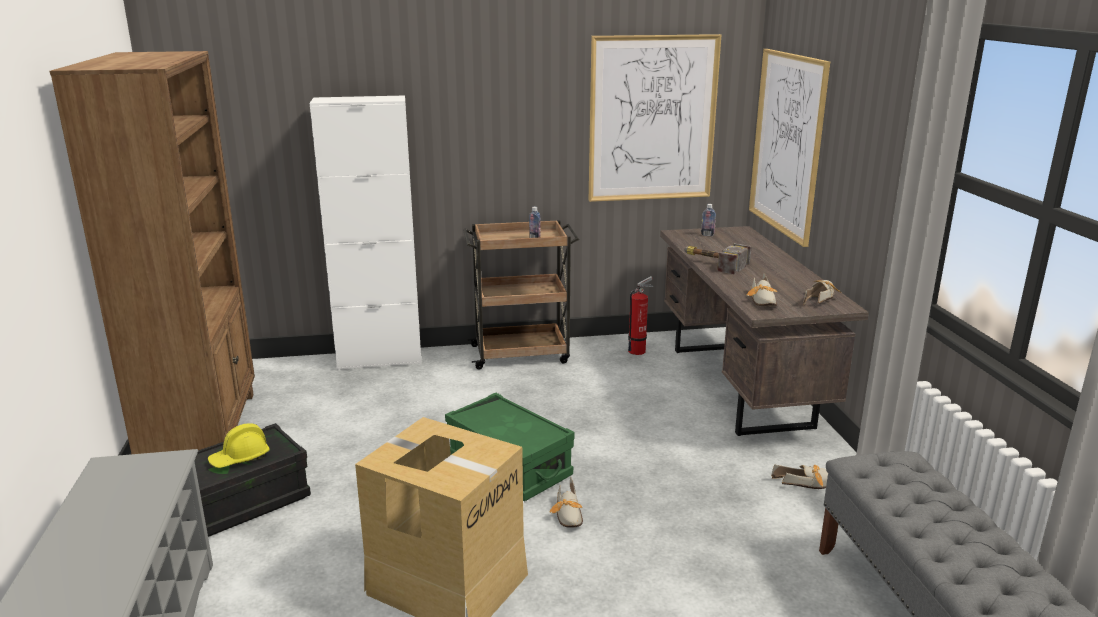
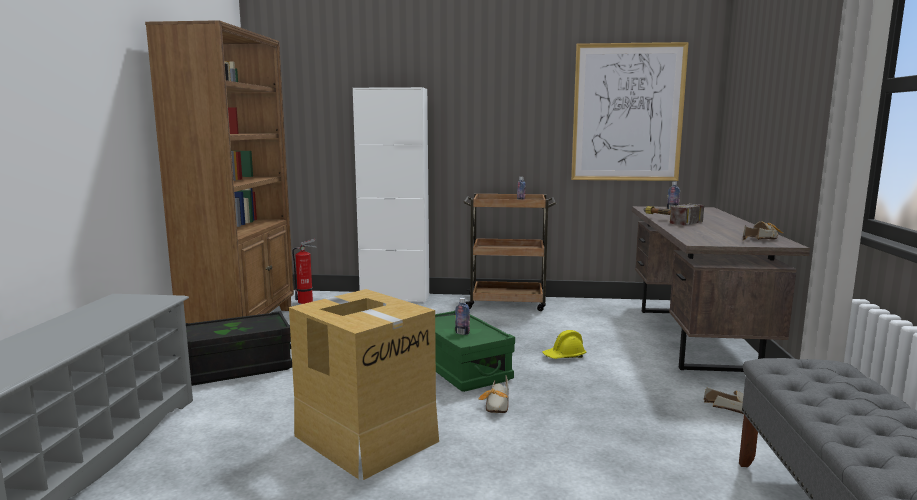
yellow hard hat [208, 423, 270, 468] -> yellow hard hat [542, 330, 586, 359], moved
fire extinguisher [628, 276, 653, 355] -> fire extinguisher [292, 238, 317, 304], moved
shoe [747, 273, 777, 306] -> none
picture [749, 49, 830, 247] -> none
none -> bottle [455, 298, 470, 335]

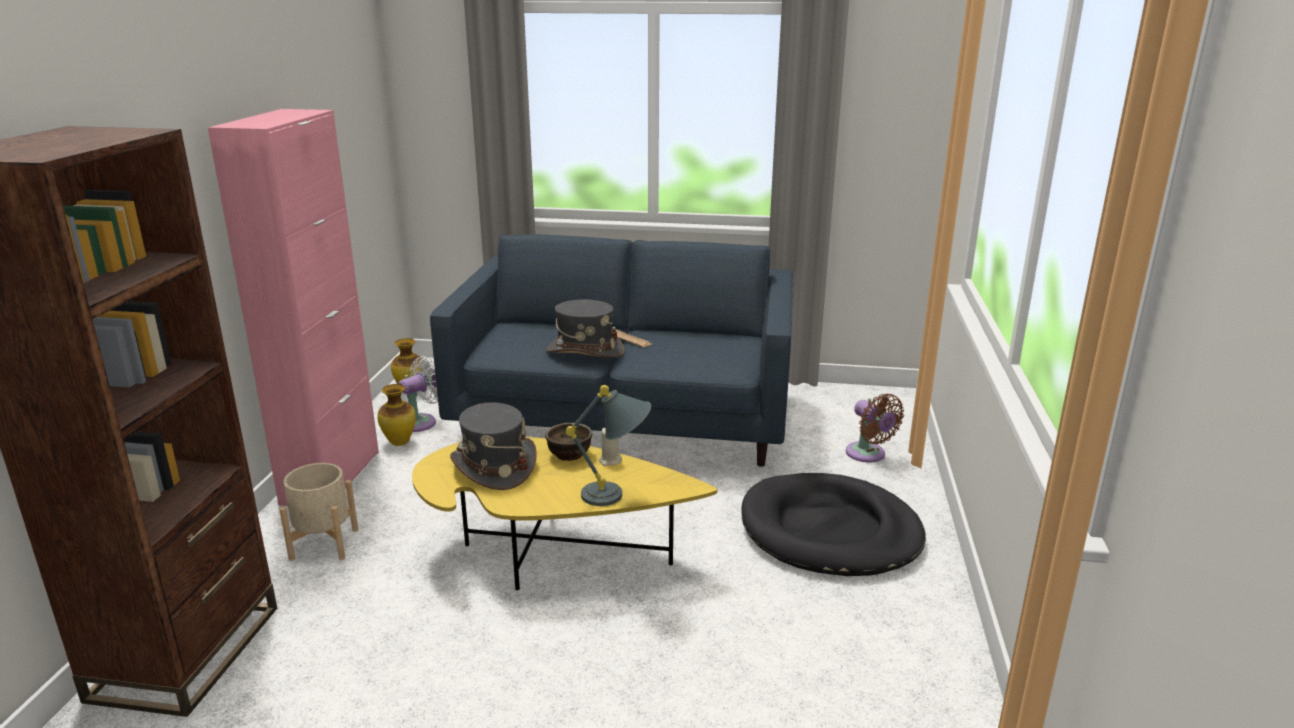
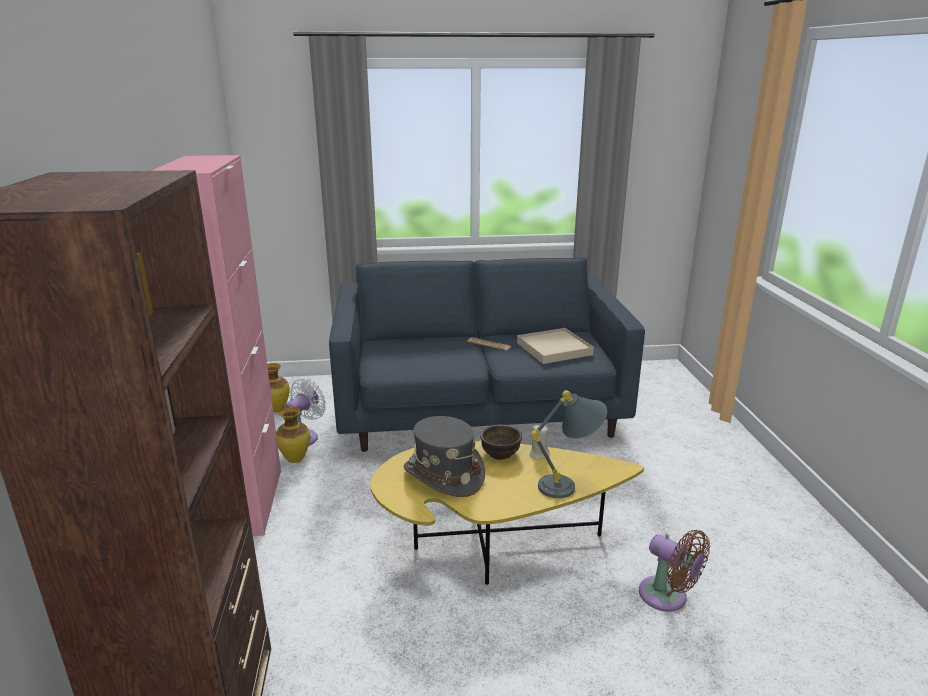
beige planter [279, 463, 359, 561] -> none
grey hat [546, 300, 625, 358] -> none
black dog bed [741, 473, 926, 576] -> none
brown fan [846, 393, 904, 463] -> brown fan [639, 530, 710, 612], moved
none -> beige tray [517, 328, 594, 364]

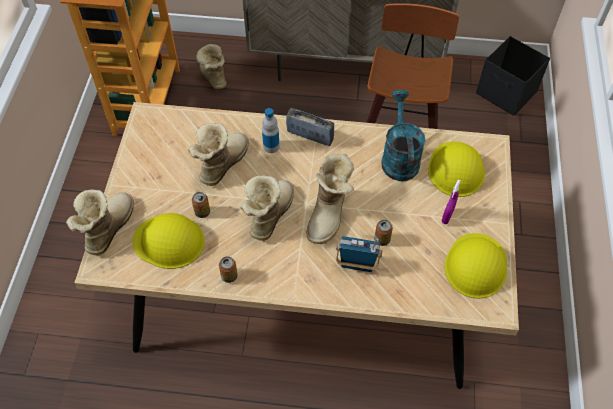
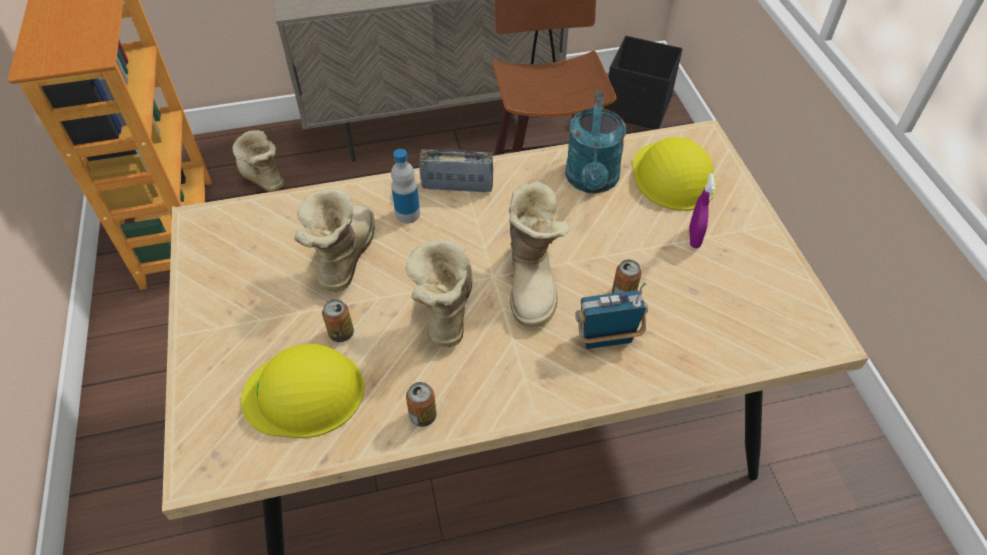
boot [66, 189, 134, 255] -> none
turquoise watering can [381, 90, 426, 181] -> turquoise watering can [565, 92, 626, 193], 150 degrees counterclockwise
yellow hard hat [444, 233, 507, 299] -> none

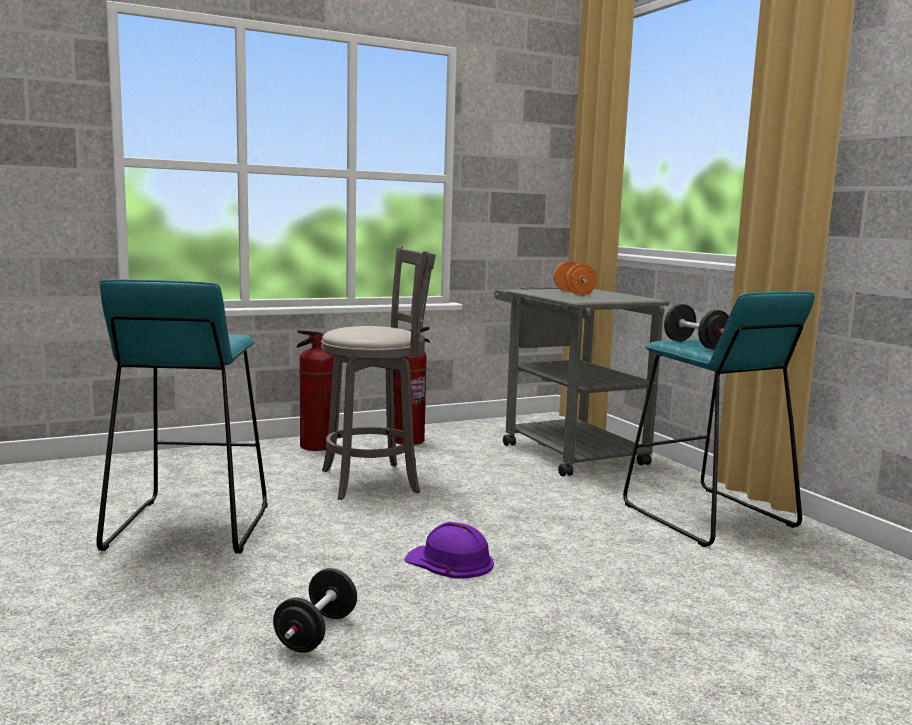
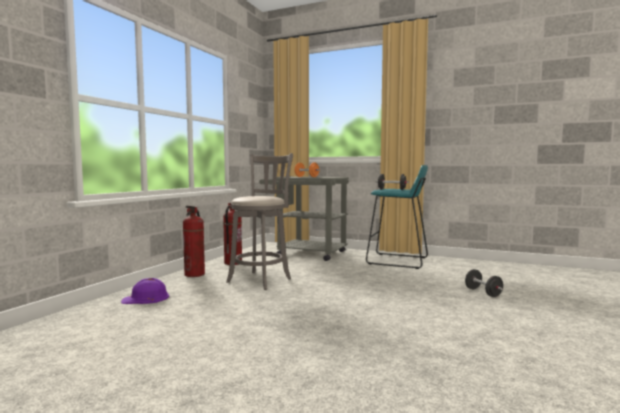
turquoise stool [96, 279, 267, 553] -> none
black dumbbell [273, 568, 357, 653] -> black dumbbell [465, 269, 503, 297], moved
purple hard hat [404, 522, 494, 578] -> purple hard hat [121, 278, 169, 304], moved

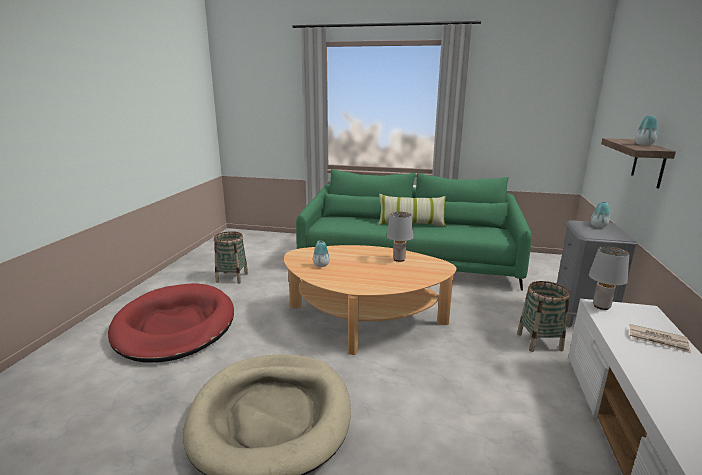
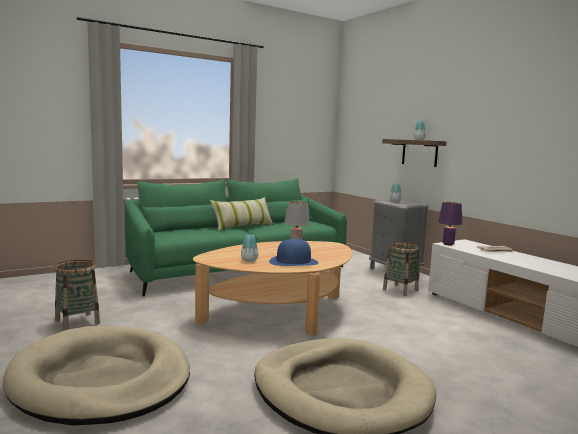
red dog bed [108, 283, 234, 363] -> beige dog bed [3, 326, 190, 426]
grey table lamp [589, 246, 630, 310] -> purple table lamp [438, 202, 462, 245]
none -> blue hat [269, 239, 318, 266]

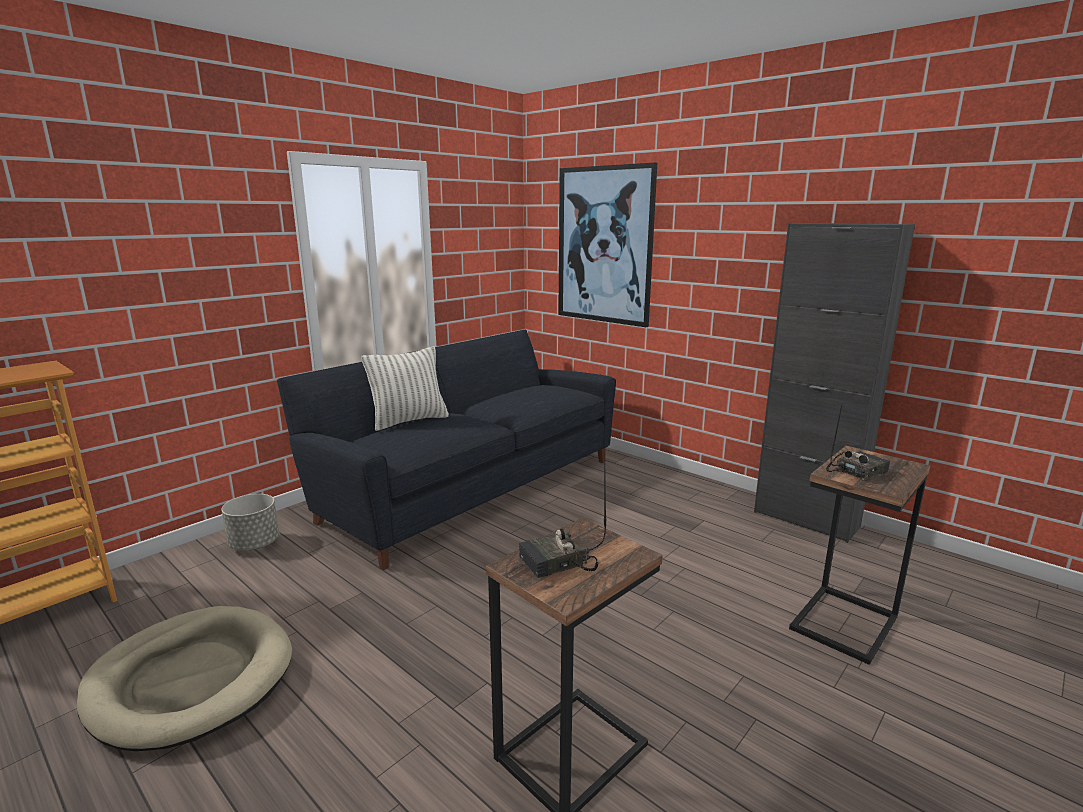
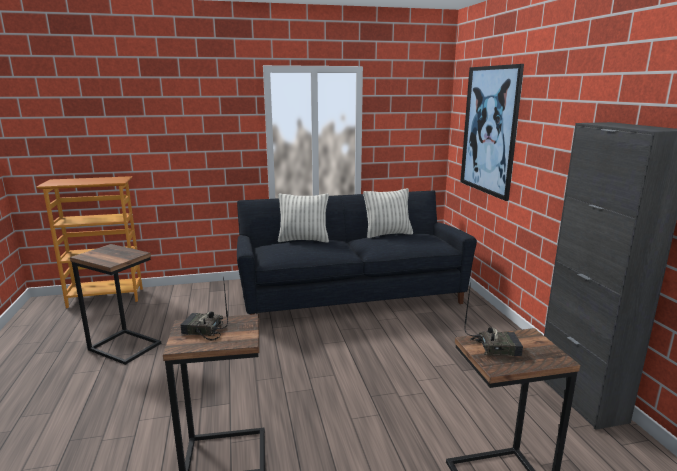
beige dog bed [77, 606, 292, 751] -> side table [70, 244, 161, 365]
grey planter [221, 494, 279, 551] -> none
none -> pillow [363, 188, 413, 238]

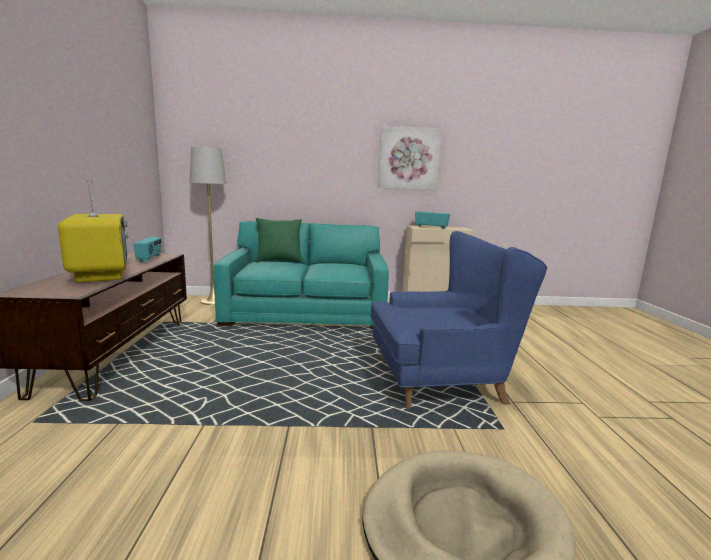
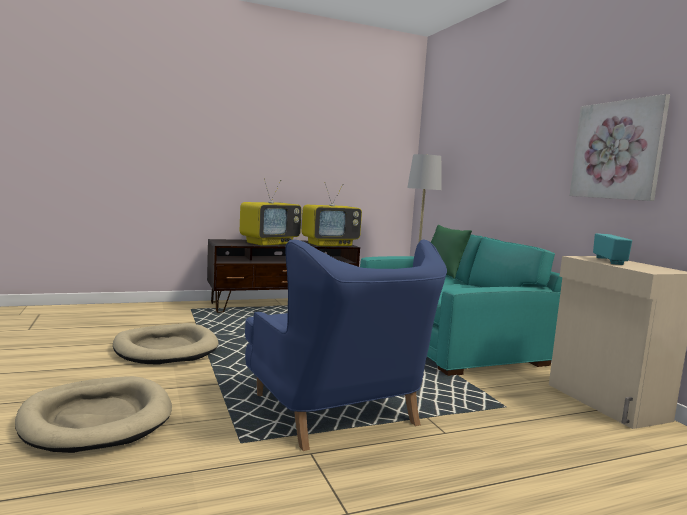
radio [134, 237, 162, 262] -> television [302, 182, 362, 246]
none -> beige dog bed [113, 323, 218, 365]

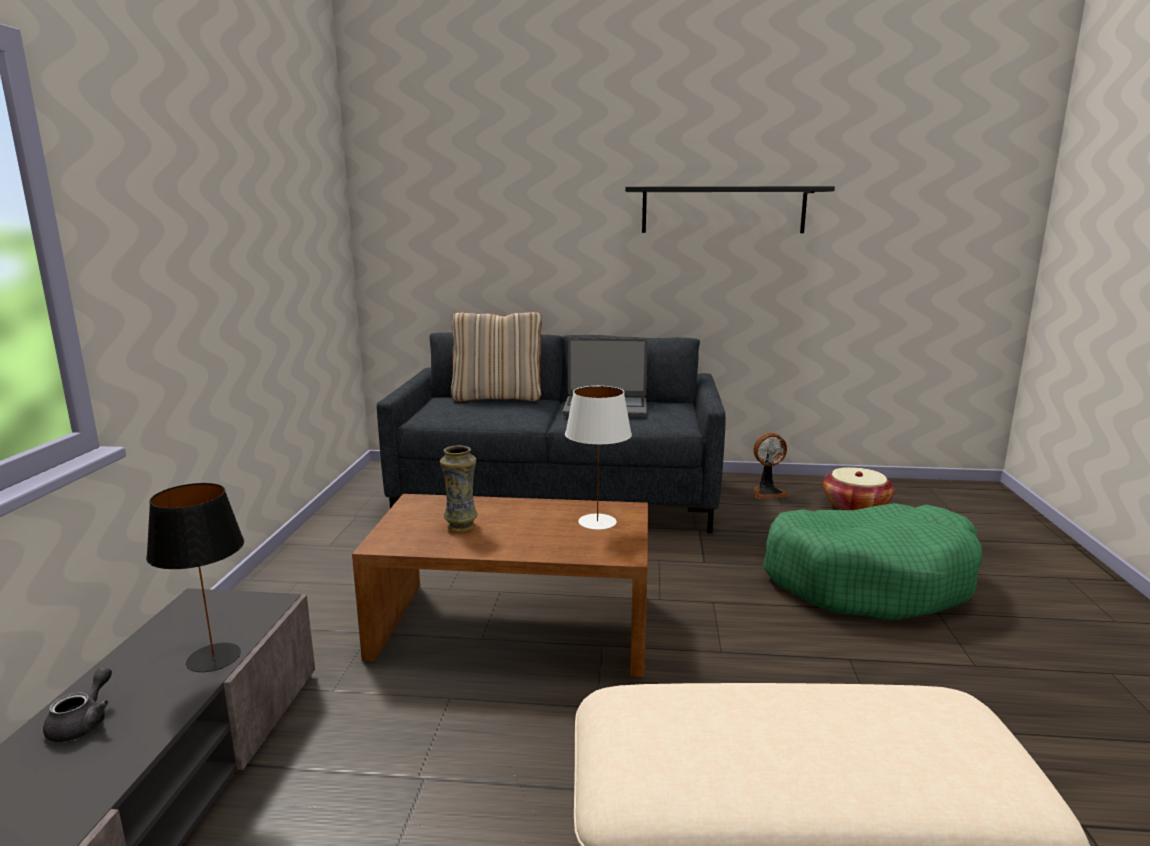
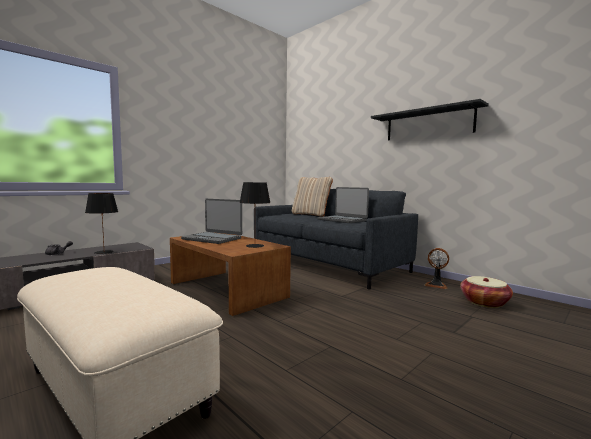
vase [440, 445, 478, 532] -> laptop [181, 199, 242, 244]
white table lamp [565, 386, 632, 530] -> black table lamp [239, 182, 270, 248]
green dog bed [762, 503, 982, 621] -> none

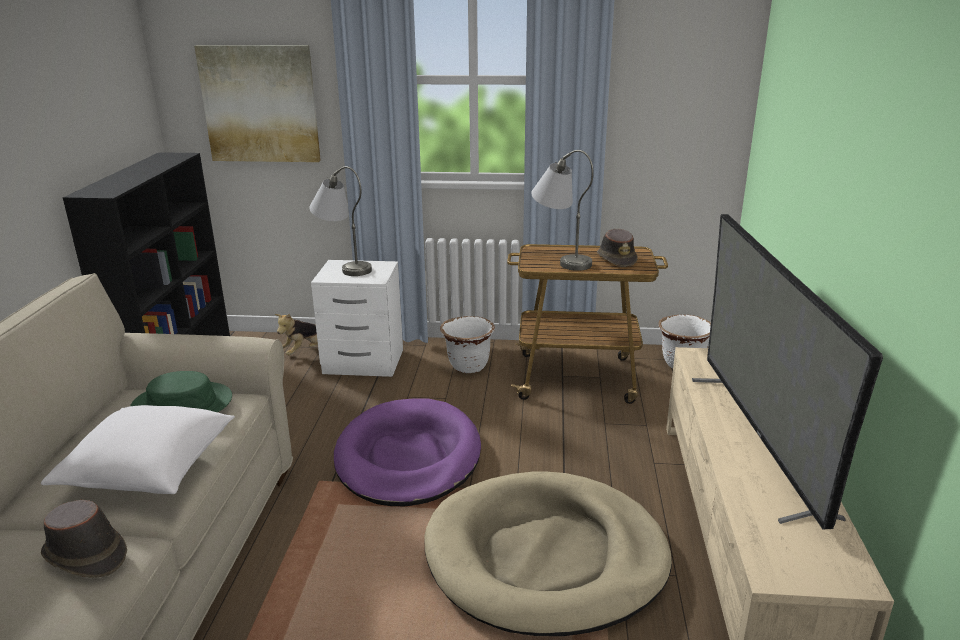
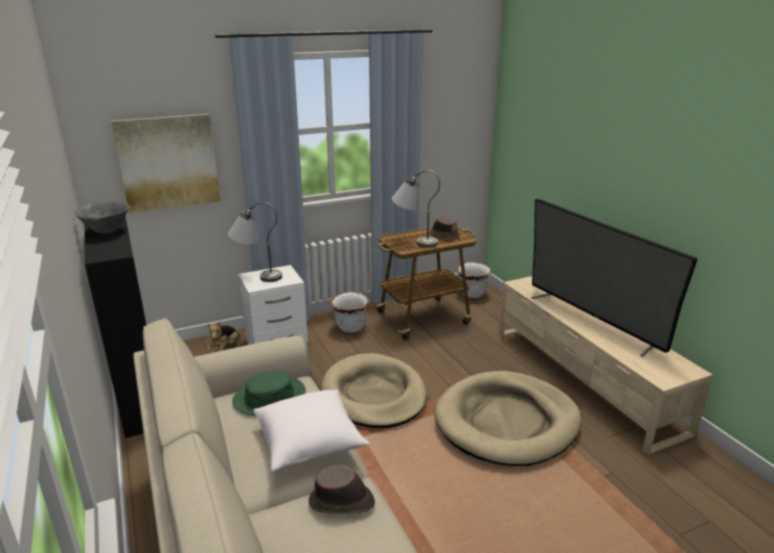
purple dog bed [334, 398, 481, 506] -> beige dog bed [321, 353, 427, 428]
none -> grey bowl [74, 202, 130, 234]

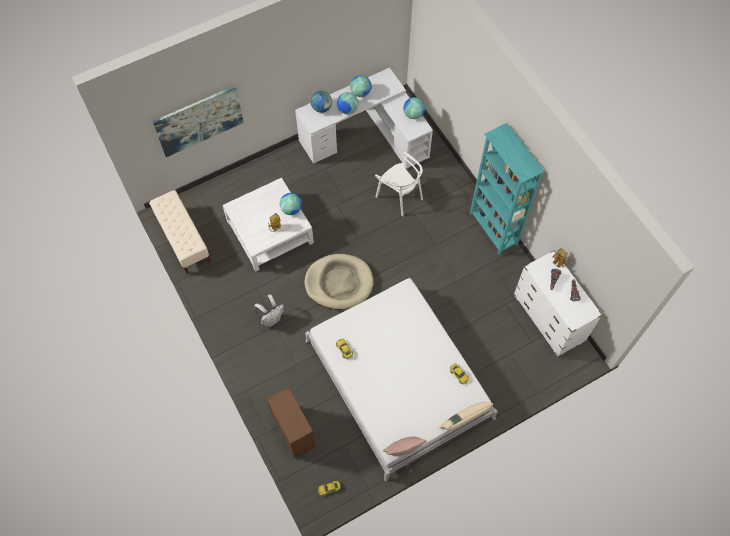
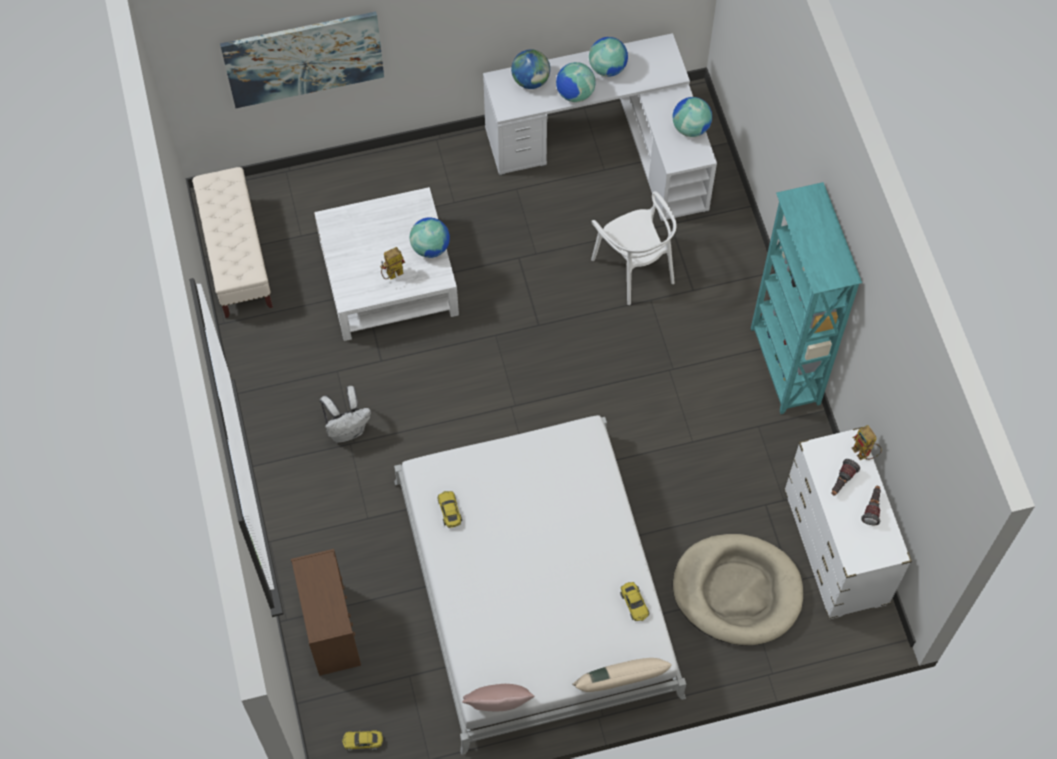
beige dog bed [304, 254, 373, 310] -> beige dog bed [672, 534, 803, 646], moved

